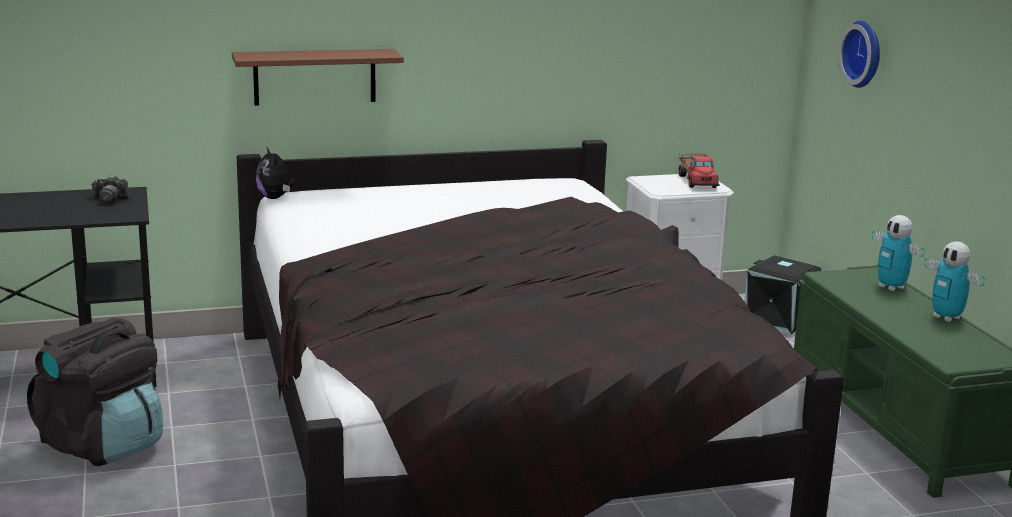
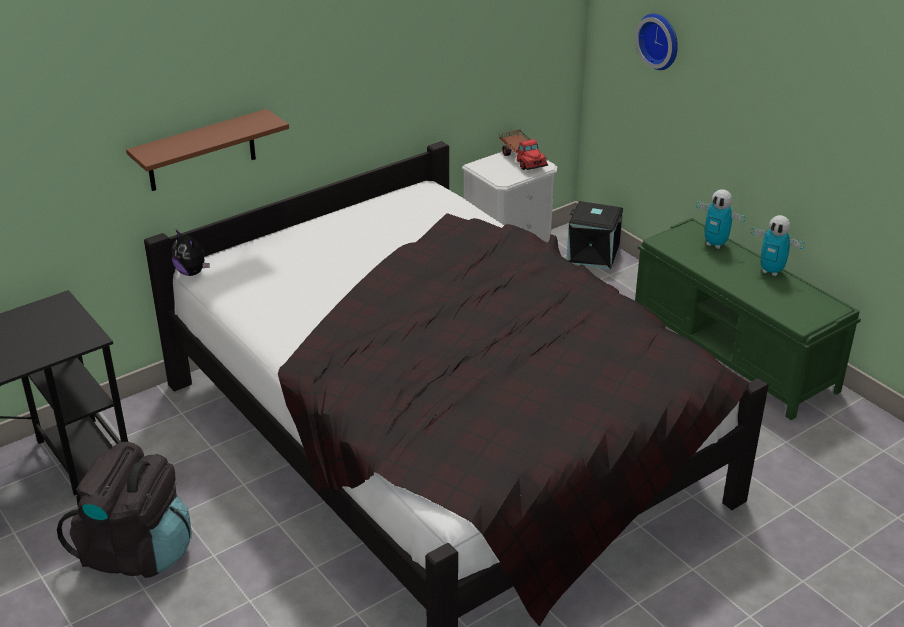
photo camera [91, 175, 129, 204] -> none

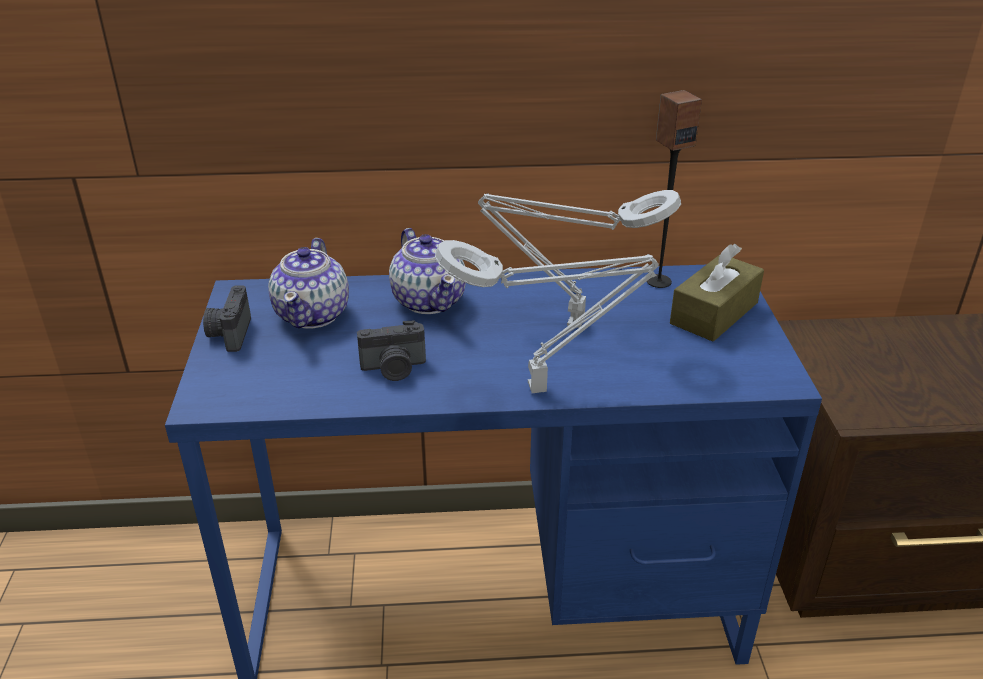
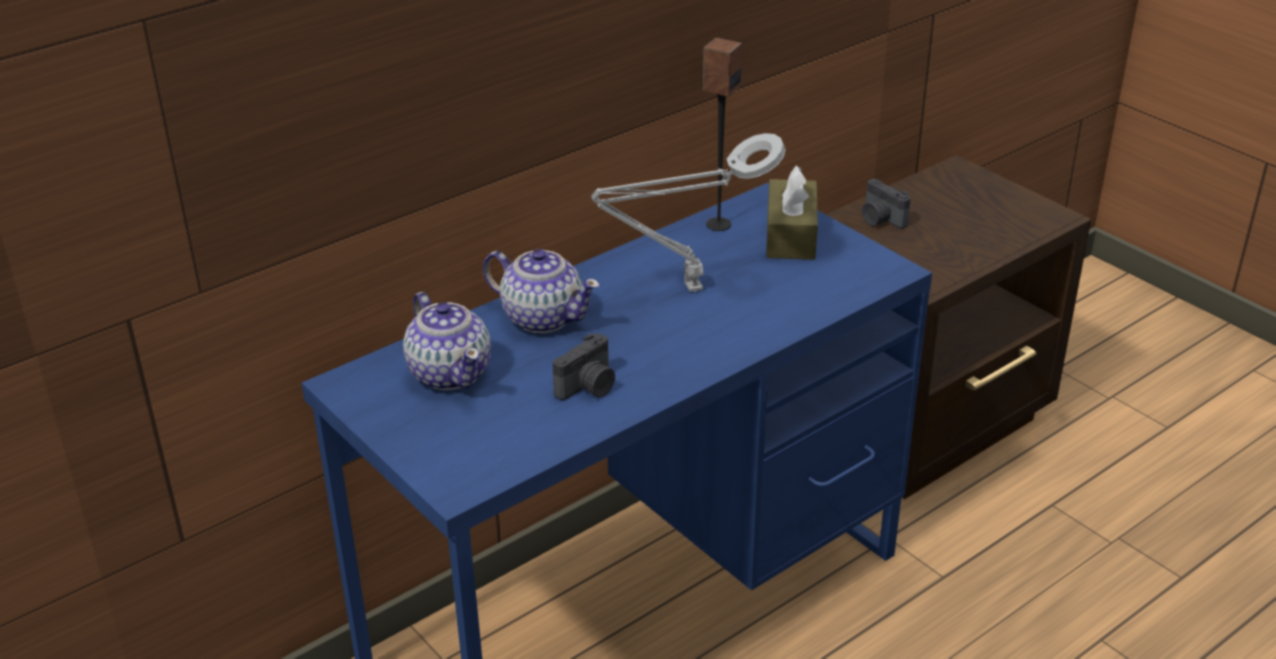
photo camera [203, 285, 251, 352] -> photo camera [862, 179, 911, 229], moved
grey table lamp [435, 240, 659, 393] -> none

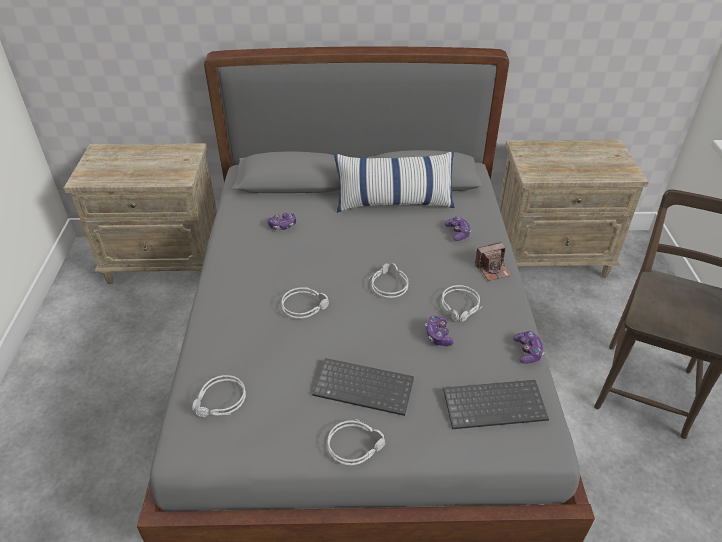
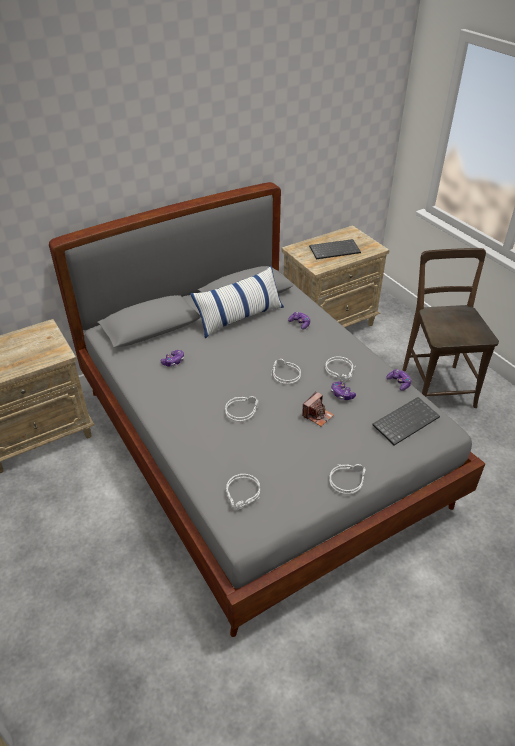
keyboard [312, 358, 414, 416] -> keyboard [309, 239, 361, 259], moved
photo camera [475, 242, 511, 281] -> photo camera [302, 391, 334, 426], moved

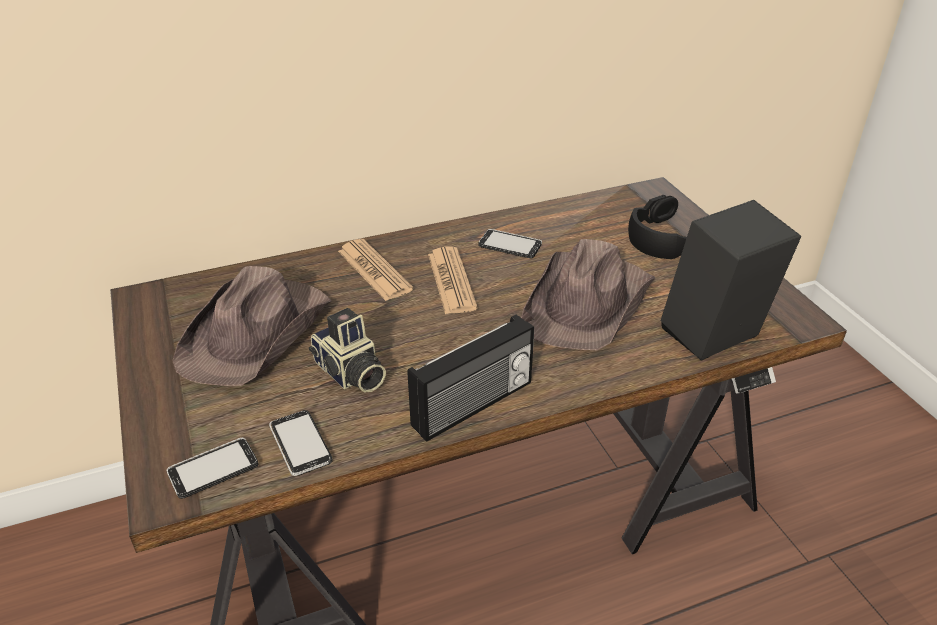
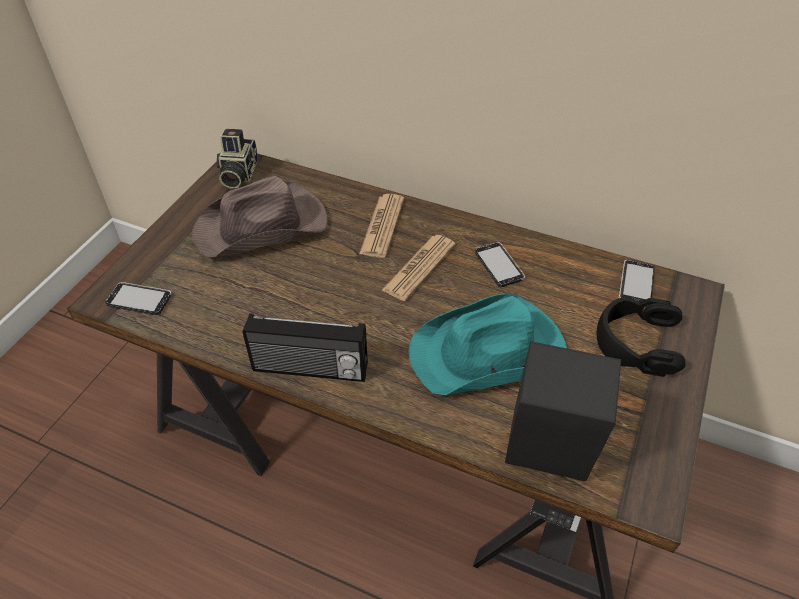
phone [269, 410, 332, 476] -> phone [619, 260, 655, 306], moved
photo camera [309, 308, 386, 392] -> photo camera [217, 129, 258, 189], moved
brown hat [521, 239, 655, 350] -> turquoise hat [408, 294, 567, 395]

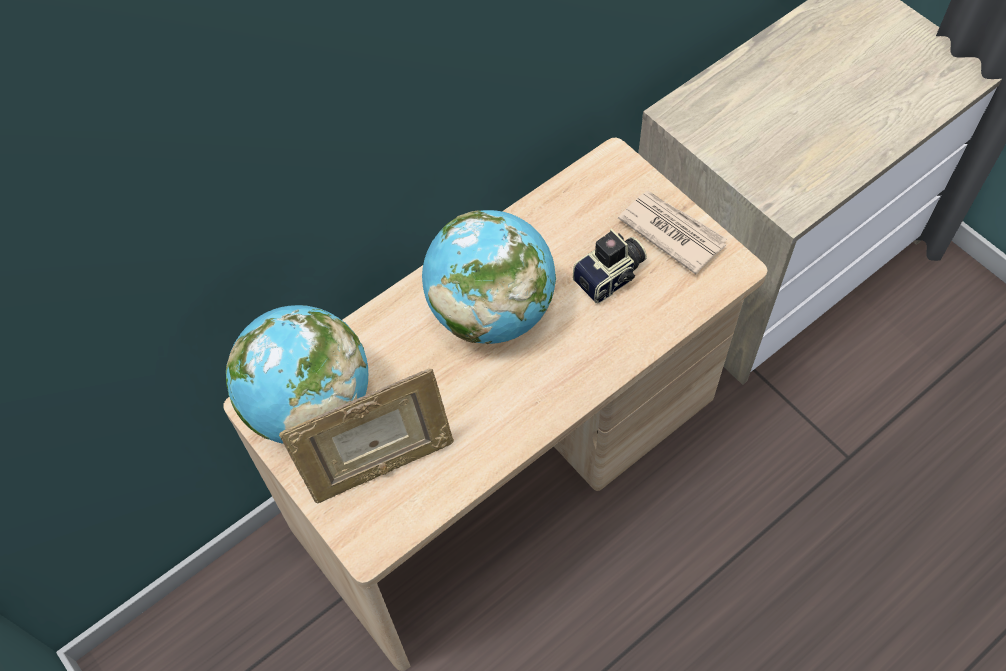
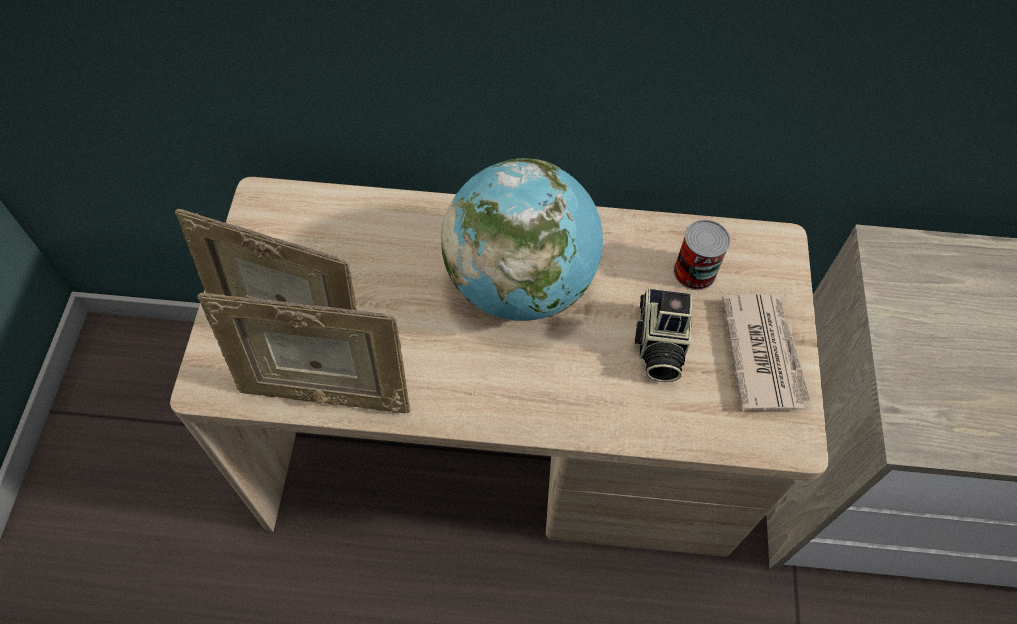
globe [226, 305, 368, 444] -> none
photo camera [573, 228, 647, 303] -> photo camera [635, 288, 692, 382], 90 degrees clockwise
none -> picture frame [198, 293, 411, 413]
none -> can [674, 220, 730, 290]

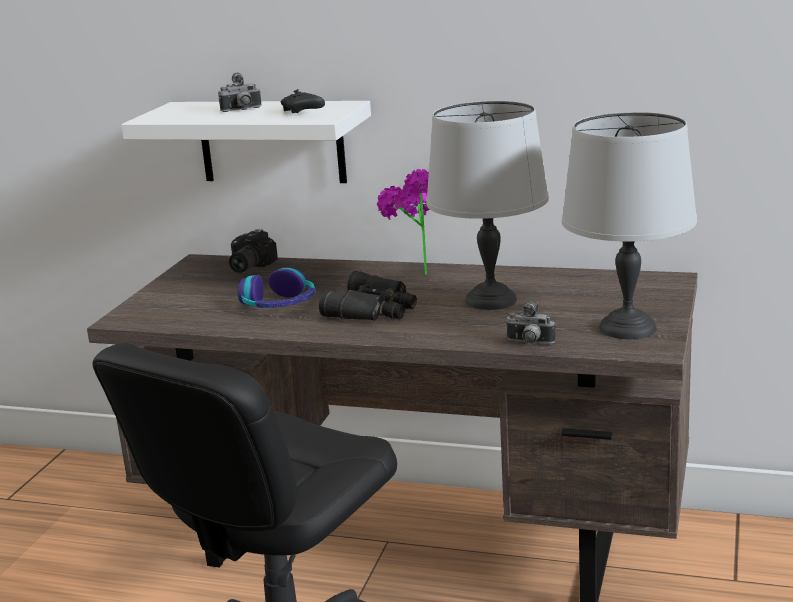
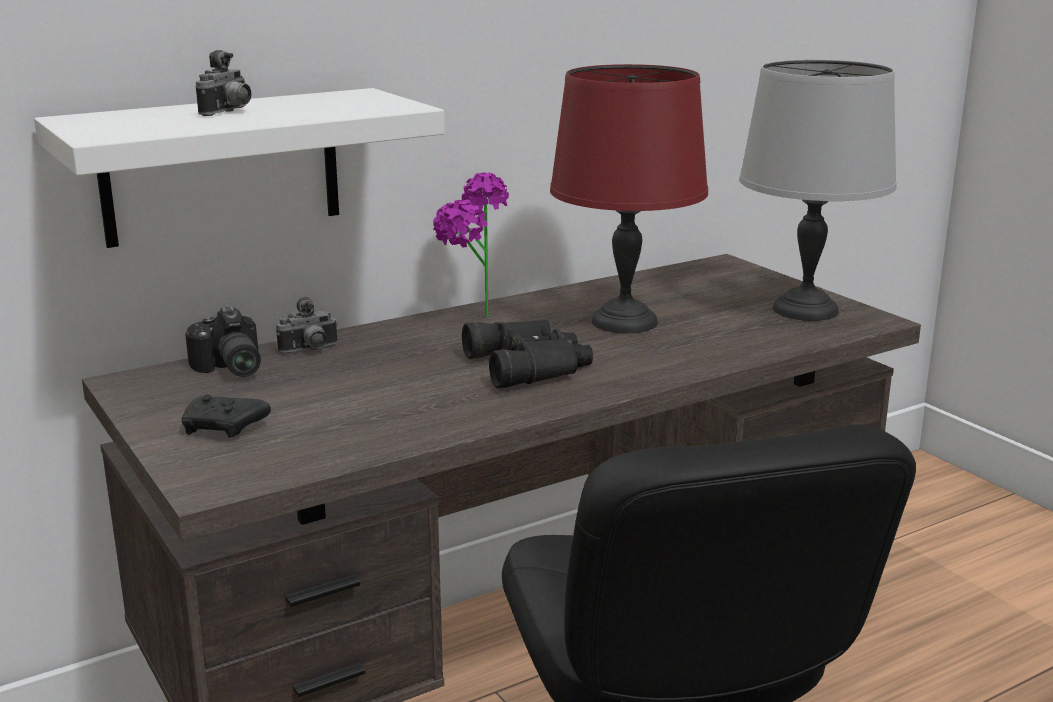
headphones [238, 268, 316, 308] -> none
black game controller [281, 89, 325, 113] -> black game controller [182, 394, 271, 438], moved
grey table lamp [426, 101, 549, 310] -> red table lamp [550, 64, 708, 333]
photo camera [505, 301, 555, 344] -> photo camera [276, 297, 338, 353], moved

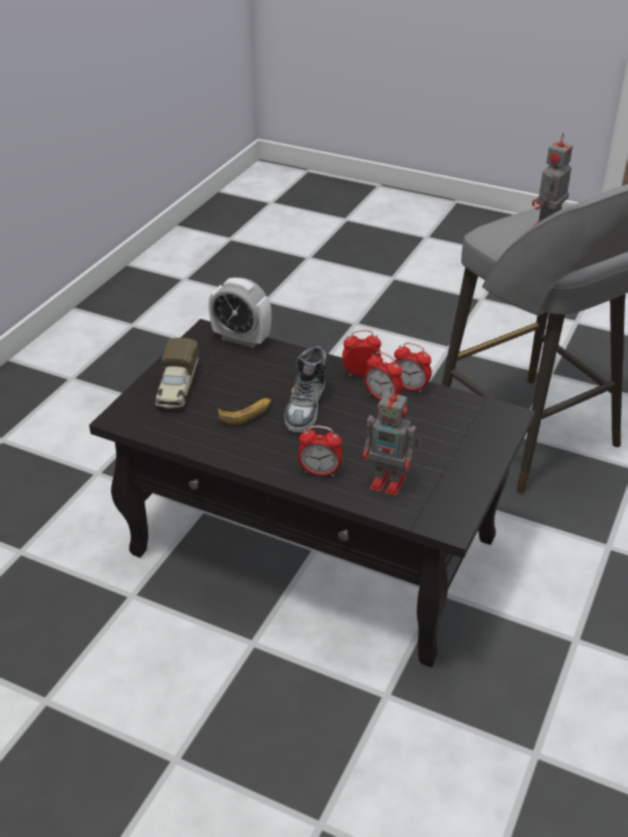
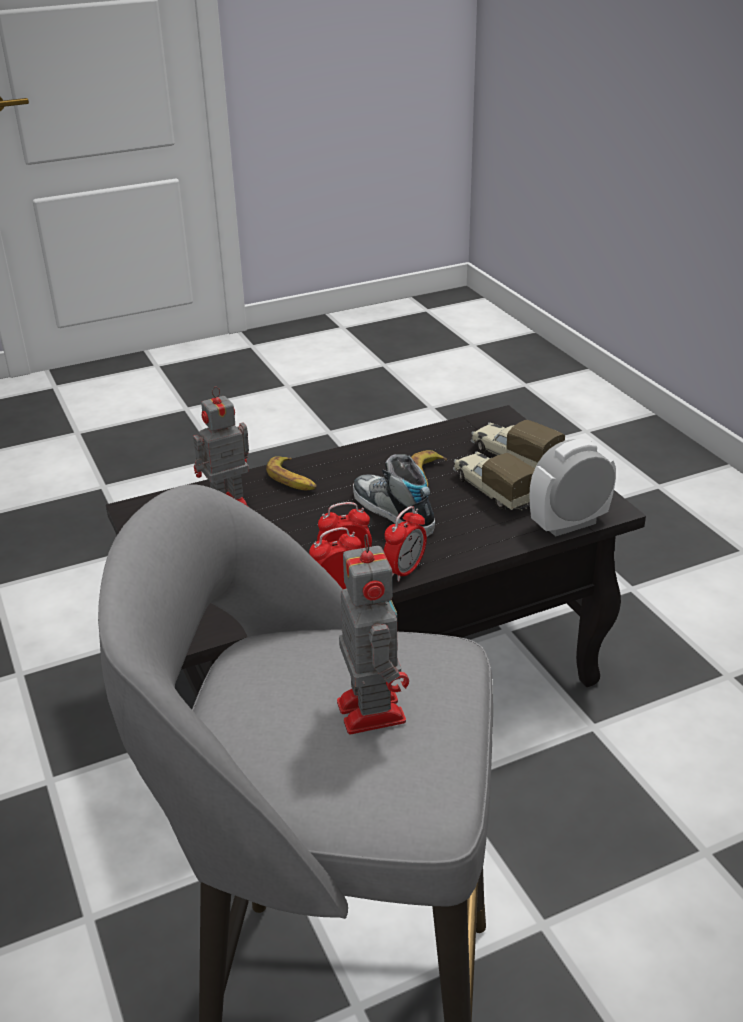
alarm clock [298, 426, 343, 477] -> banana [266, 456, 316, 490]
none -> toy truck [453, 451, 535, 510]

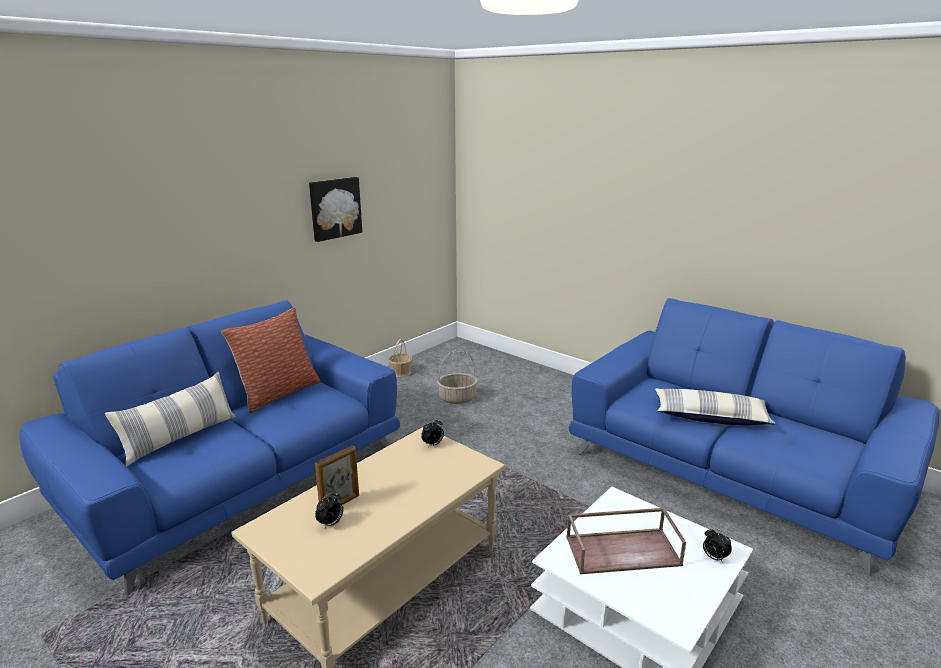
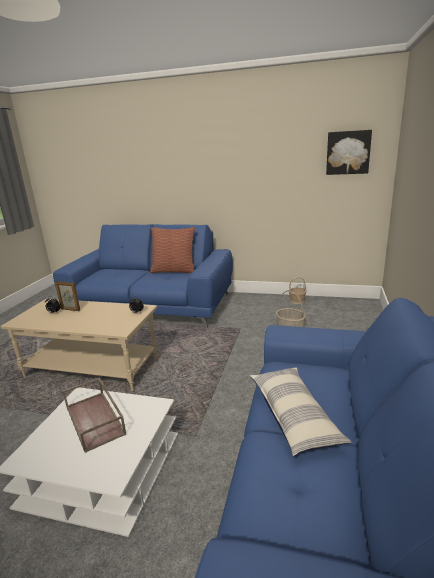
pillow [105, 372, 236, 466] -> none
picture [309, 177, 362, 242] -> picture [326, 130, 372, 175], moved
alarm clock [703, 528, 732, 563] -> none

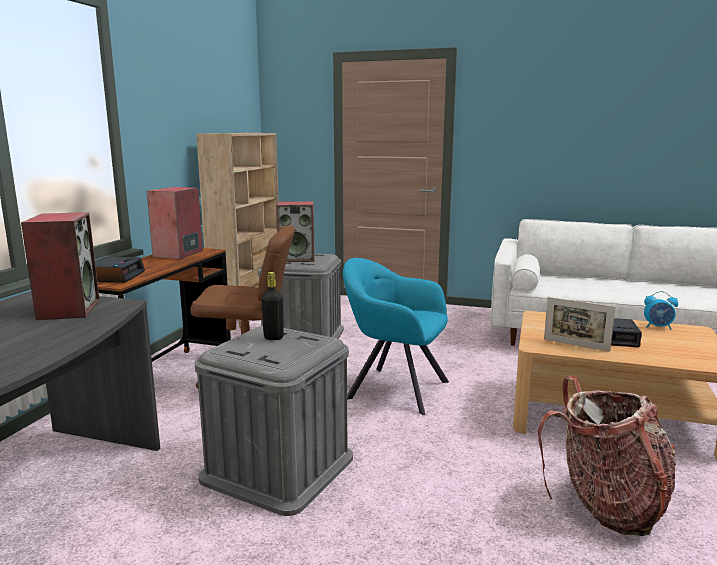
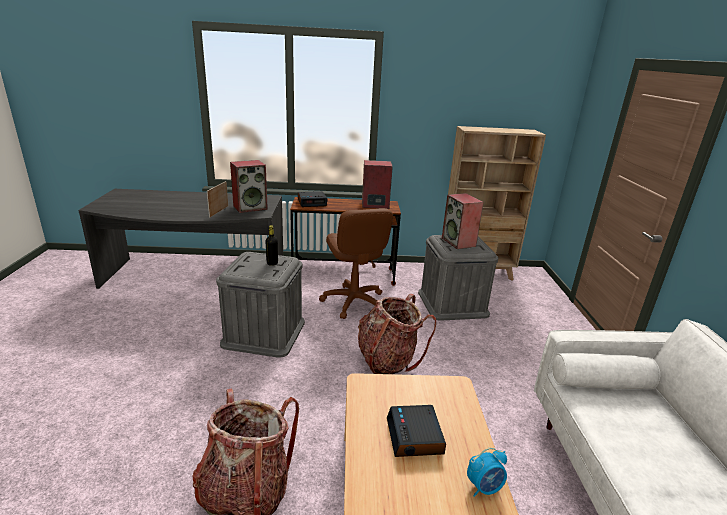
turquoise armchair [343, 258, 449, 415] -> backpack [358, 294, 436, 374]
picture frame [544, 297, 615, 352] -> picture frame [207, 181, 228, 218], moved
alarm clock [644, 291, 678, 330] -> alarm clock [467, 448, 507, 497], 105 degrees counterclockwise

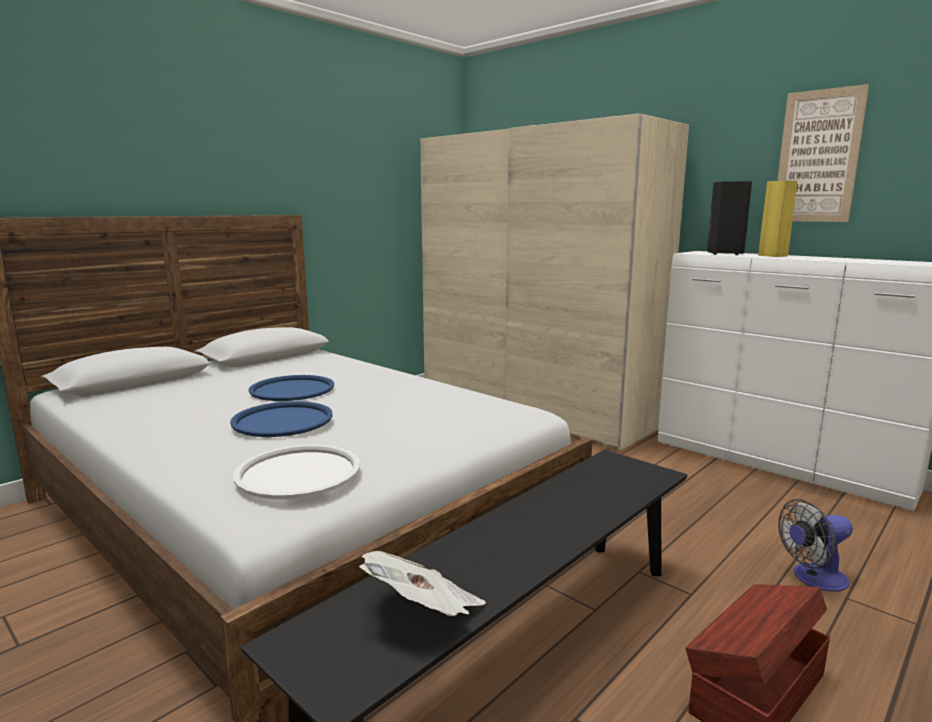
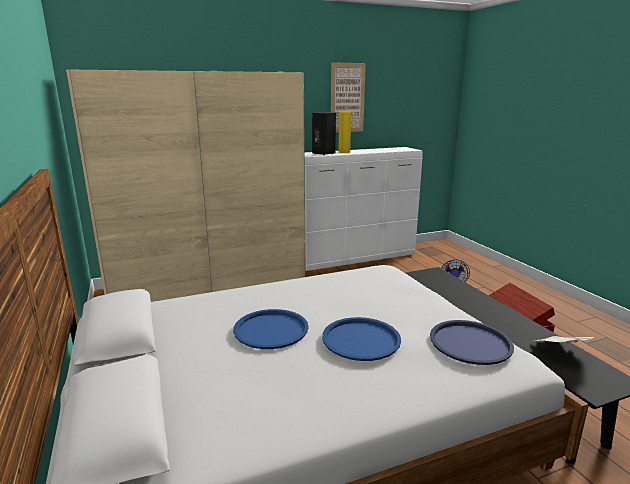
white tray [233, 444, 360, 499] -> blue tray [430, 320, 514, 365]

